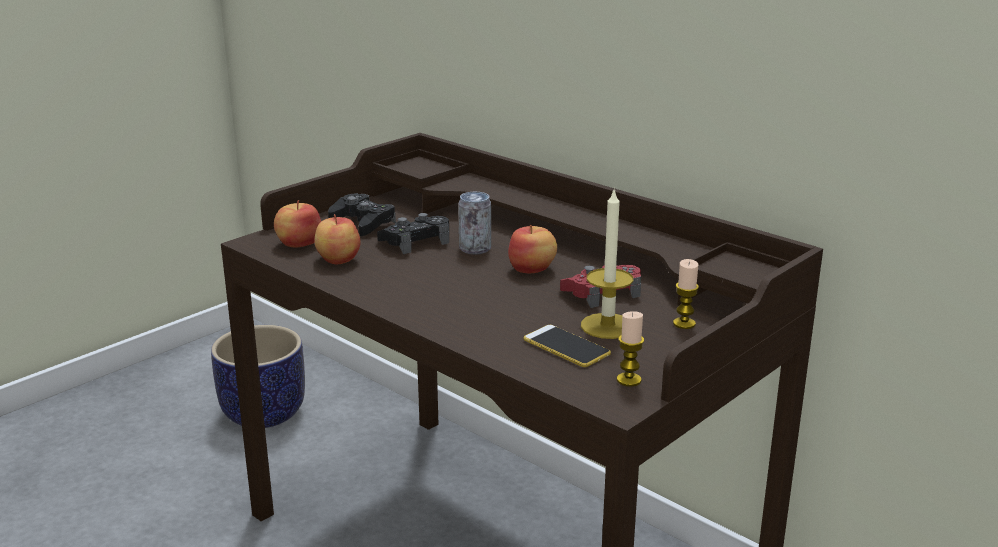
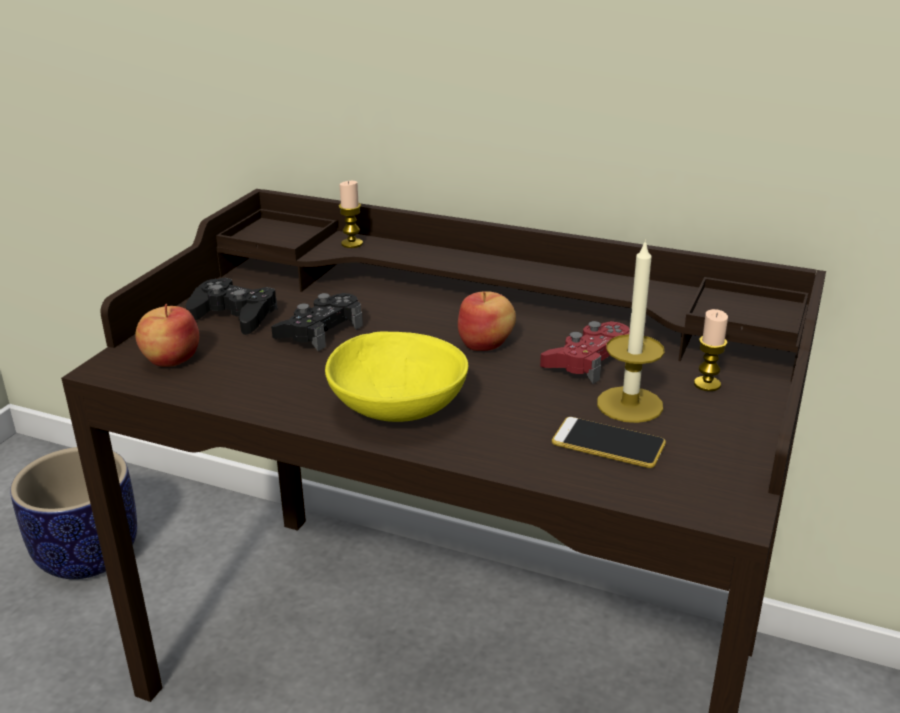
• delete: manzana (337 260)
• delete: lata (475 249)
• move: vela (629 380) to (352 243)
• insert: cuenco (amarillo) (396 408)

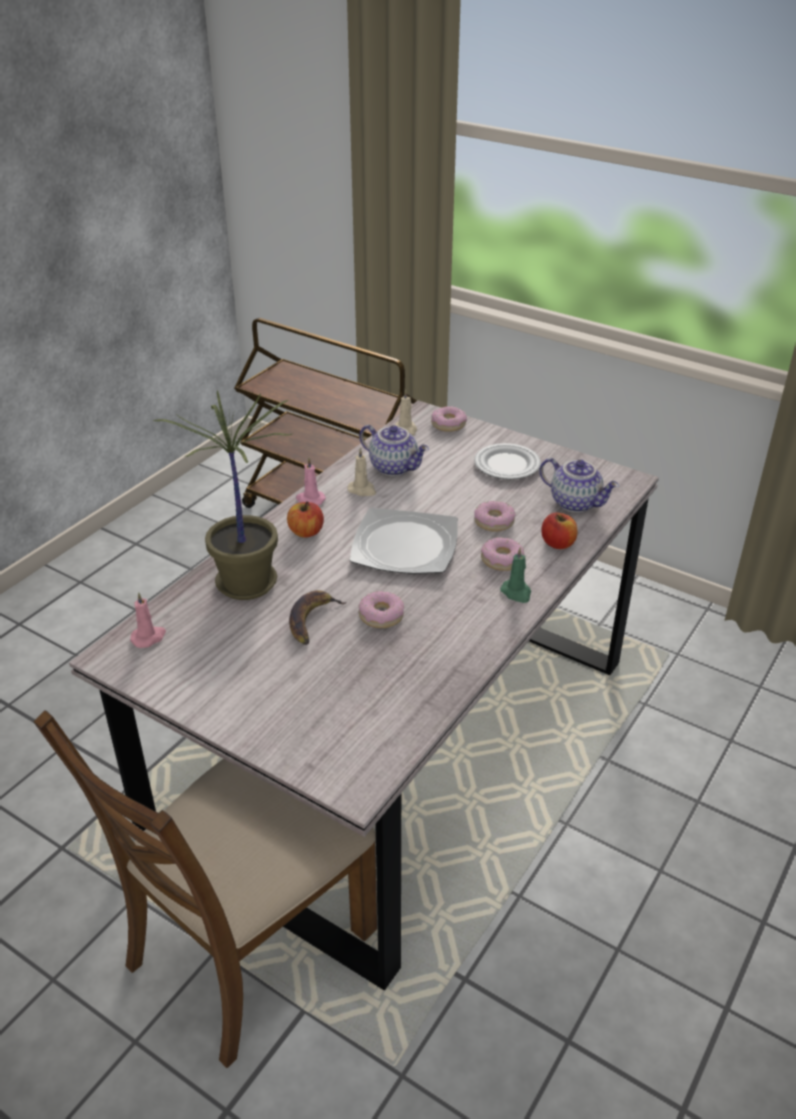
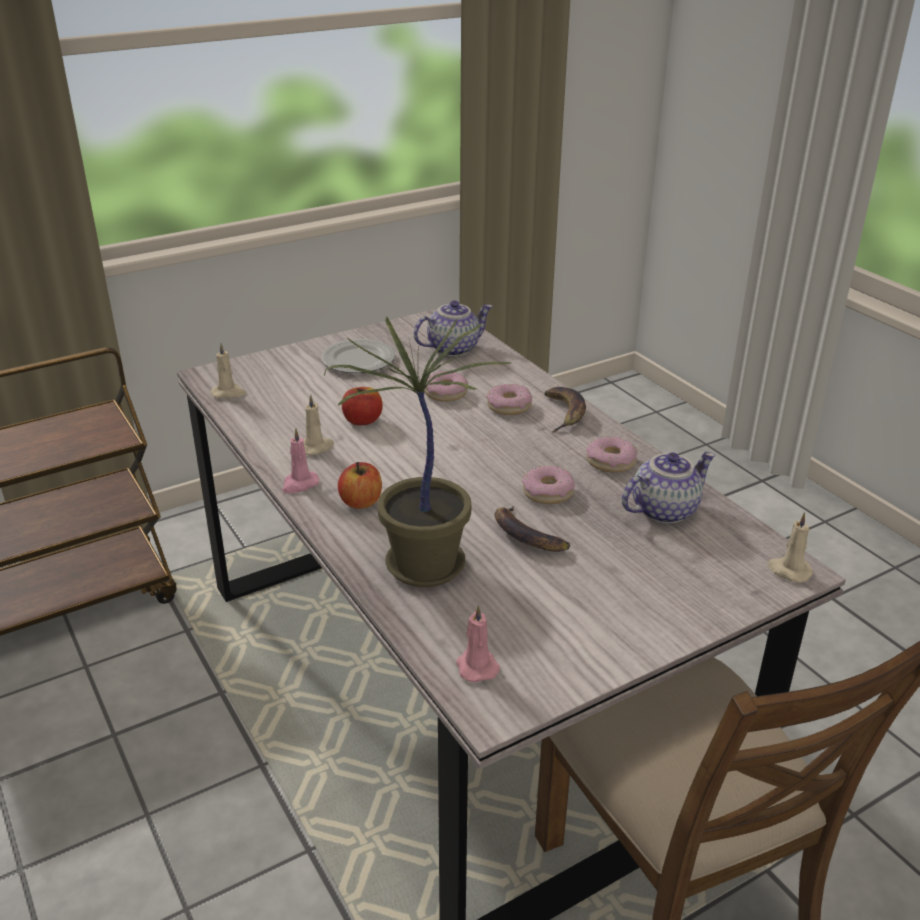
• delete: plato (404 545)
• move: tetera (394 467) to (663 509)
• move: rosquilla (448 424) to (610 461)
• replace: vela (verde) (516 593) to plátano (564 413)
• move: manzana (558 543) to (362 420)
• insert: vela (beis) (788 570)

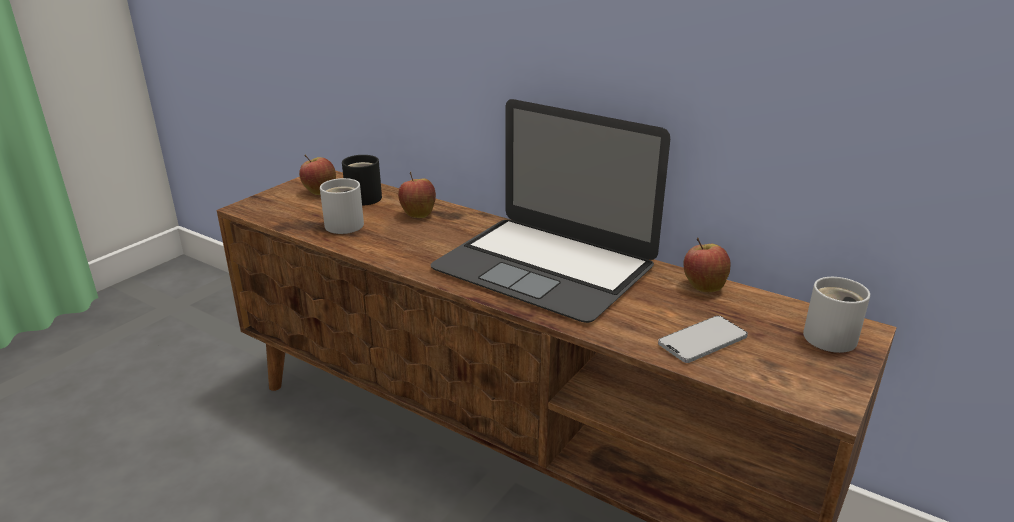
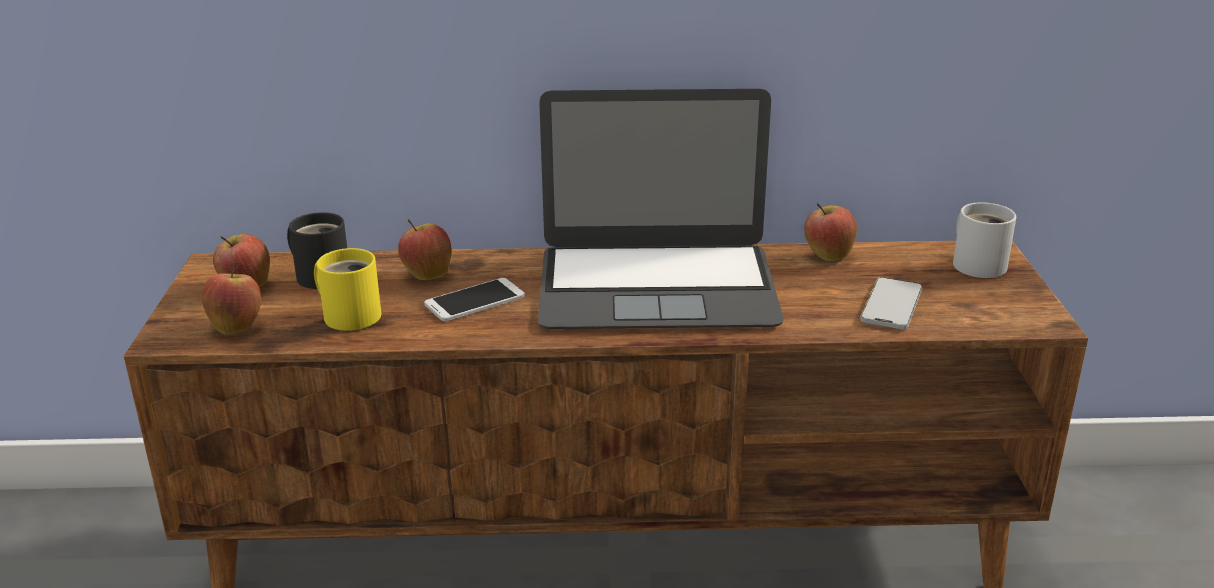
• recolor: taza grande (blanco) (345 223) to taza grande (amarillo) (350 314)
• insert: manzana (236 326)
• insert: móvil (475 300)

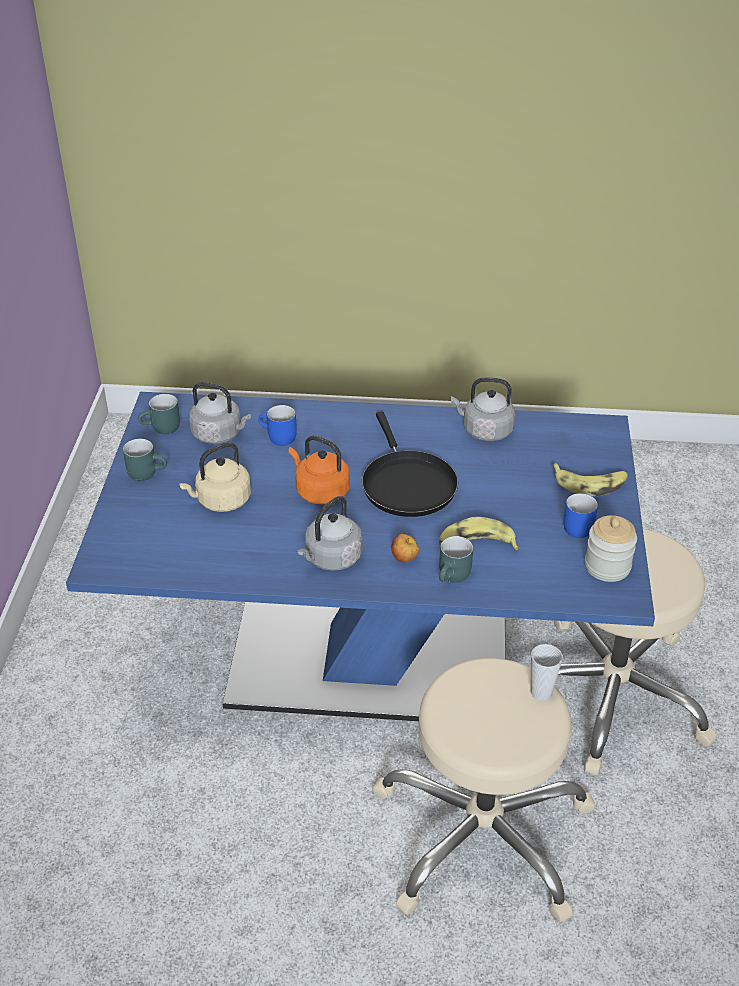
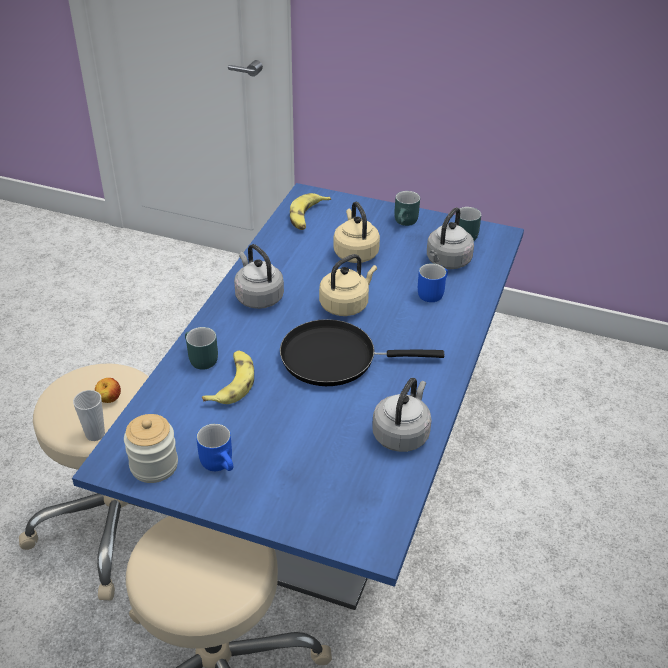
• recolor: hervidor (naranja) (320 491) to hervidor (beis) (346 305)
• move: manzana (404 559) to (109 400)
• move: plátano (590 484) to (307 217)

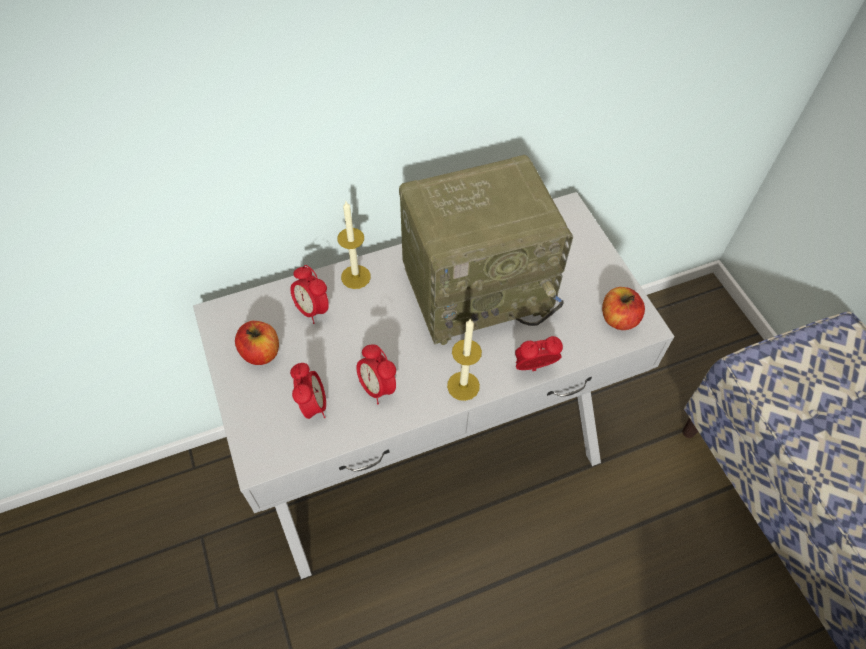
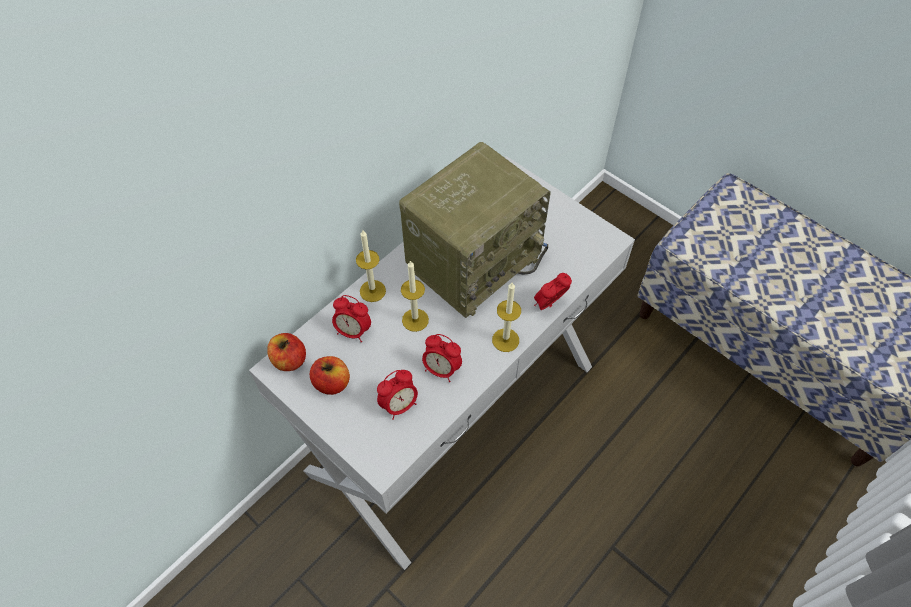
• rotate: despertador (313 405) = (399 405) 90 degrees clockwise
• move: manzana (618 319) to (289 360)
• insert: vela (415 320)

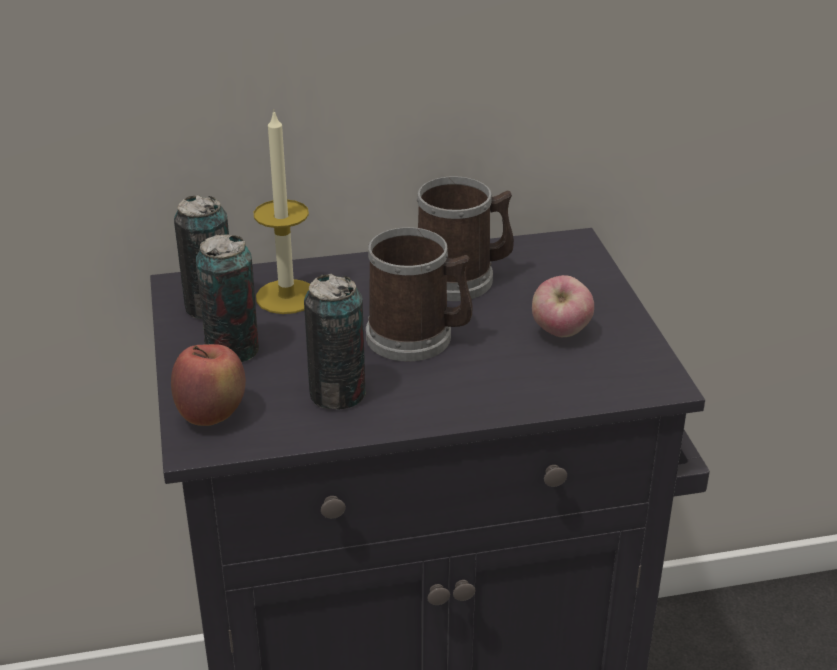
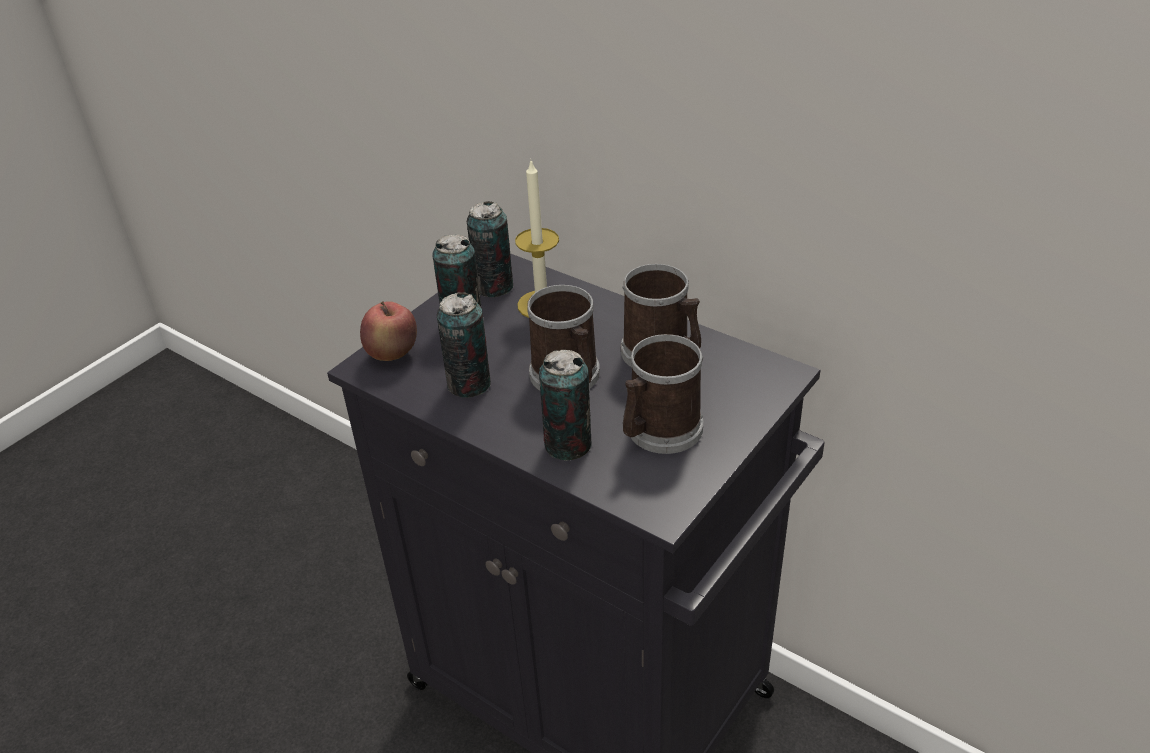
• replace: manzana (560 333) to taza grande (658 432)
• insert: lata (568 445)

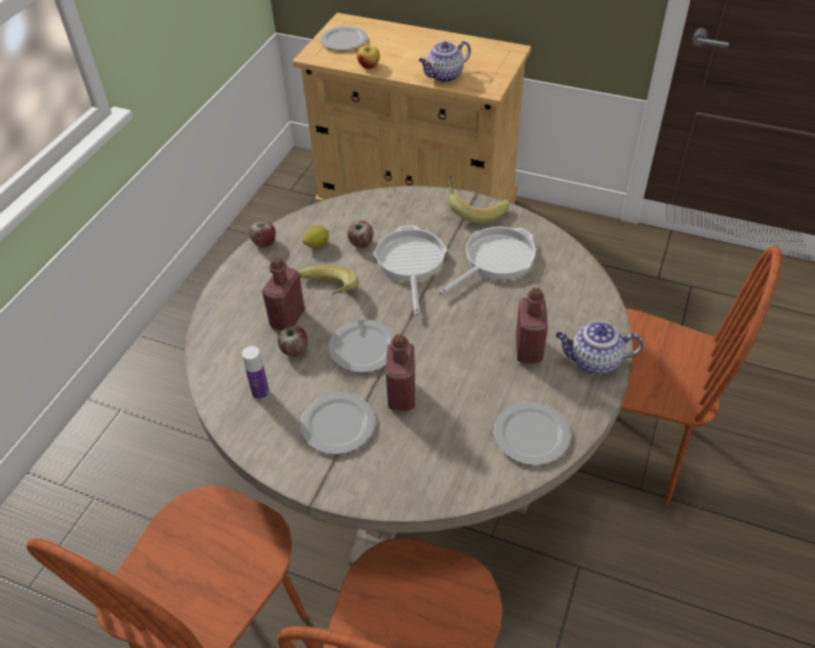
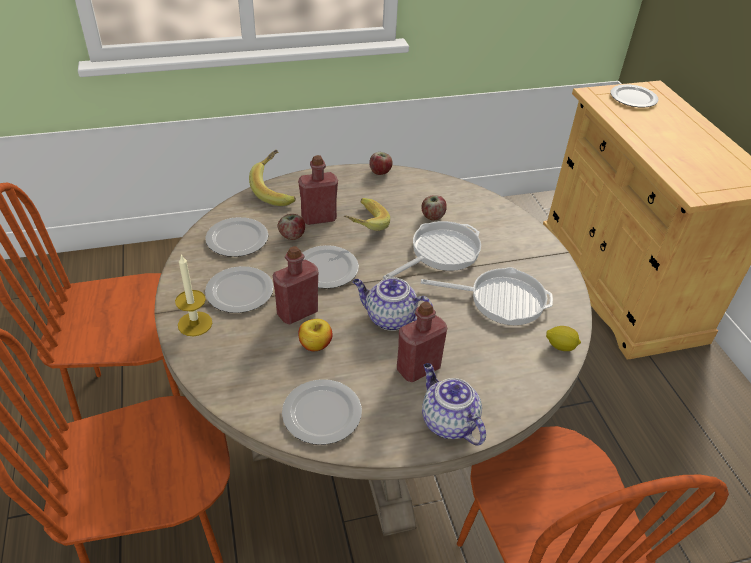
• replace: botella (261 393) to plato (238 239)
• move: limón (316 245) to (560 346)
• move: manzana (369 66) to (315 345)
• move: tetera (444 76) to (389 318)
• move: plátano (474 209) to (277 190)
• insert: vela (195 323)

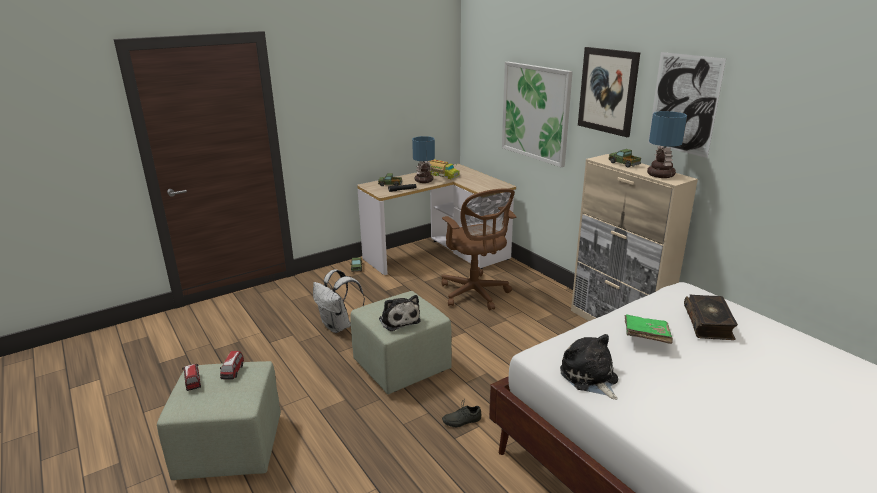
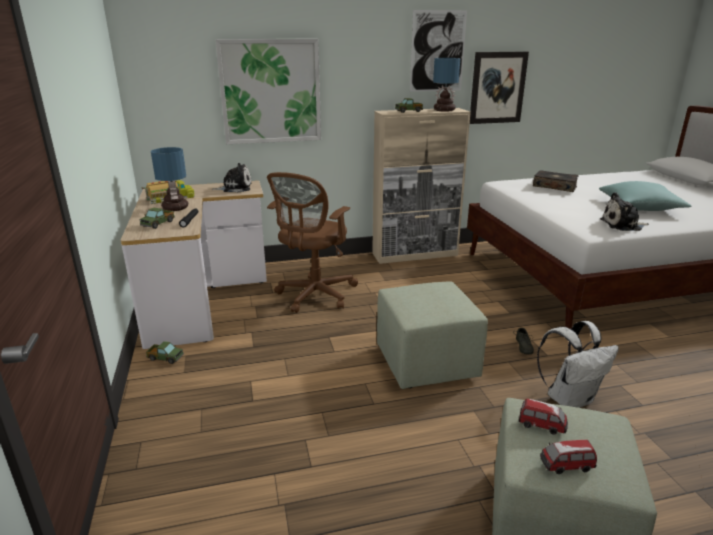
• move: mochila (blanco) (338 326) to (569 399)
• move: peluche (398 319) to (235 188)
• rotate: silla de oficina (marrón) (475 294) = (314 296) 120 degrees clockwise
• move: cuadro (608 91) to (497 88)
• delete: libro (verde) (645 337)
• insert: cojín (turquesa) (640 207)

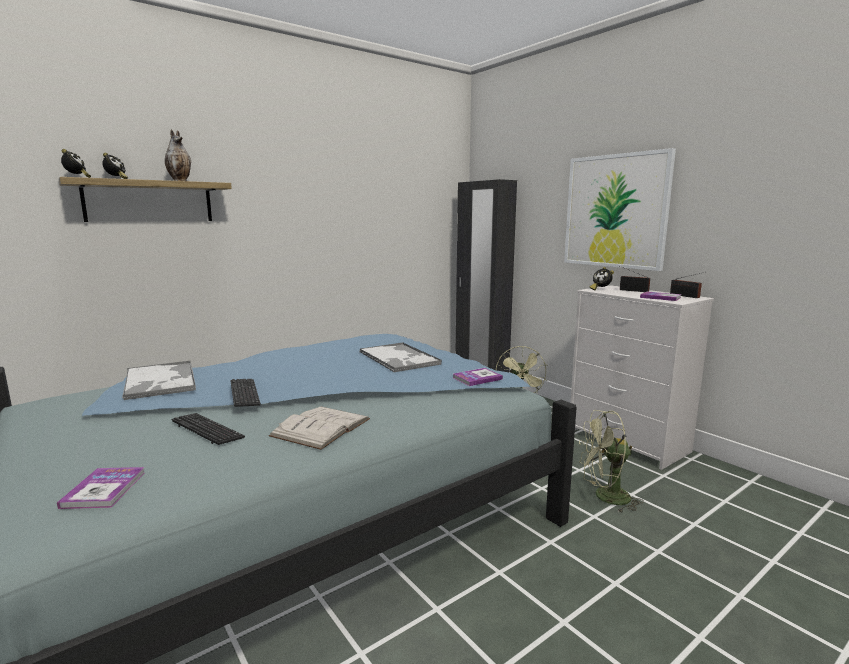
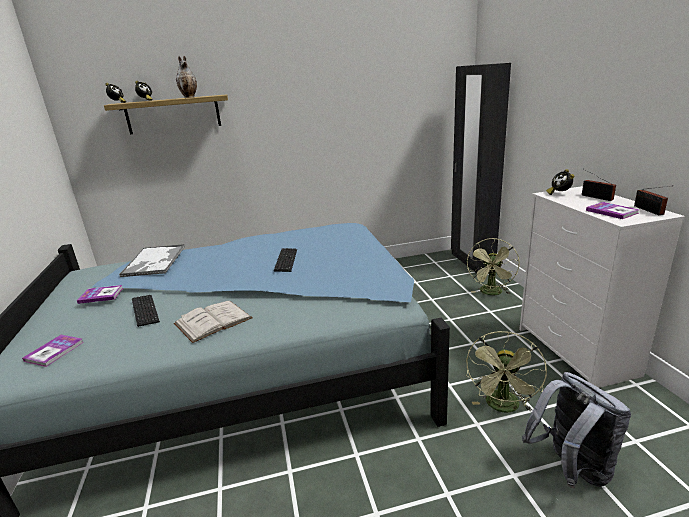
• move: teclado (244 394) to (286 261)
• delete: bandeja (399 358)
• move: libro (477 378) to (101 295)
• delete: cuadro (615 211)
• rotate: ventilador (verde) (605 497) = (503 407) 90 degrees counterclockwise
• insert: mochila (gris) (570 469)

